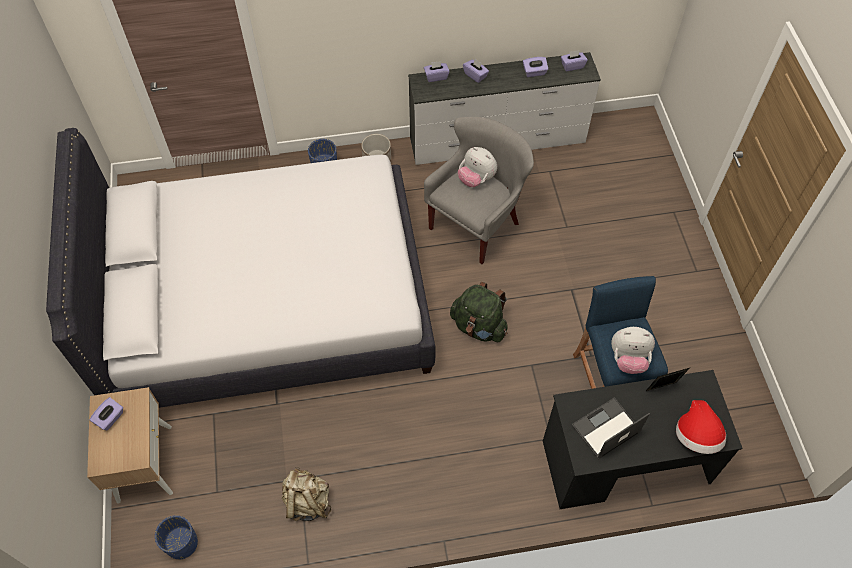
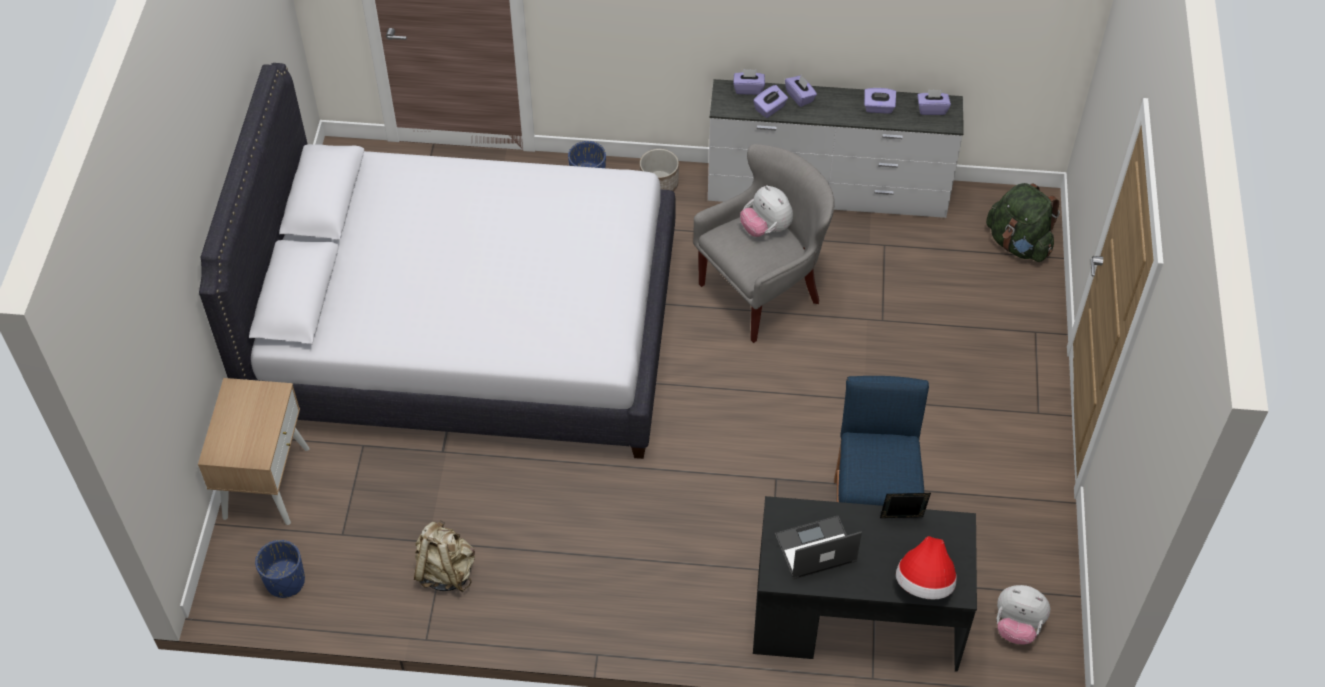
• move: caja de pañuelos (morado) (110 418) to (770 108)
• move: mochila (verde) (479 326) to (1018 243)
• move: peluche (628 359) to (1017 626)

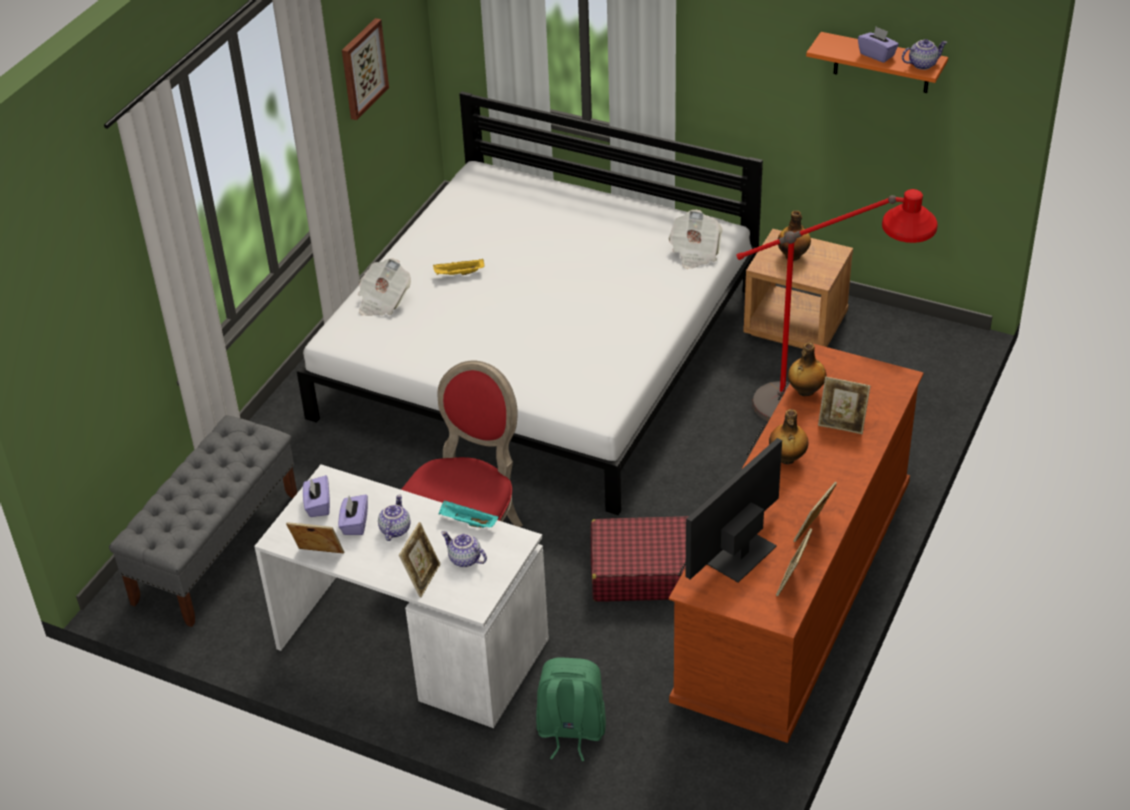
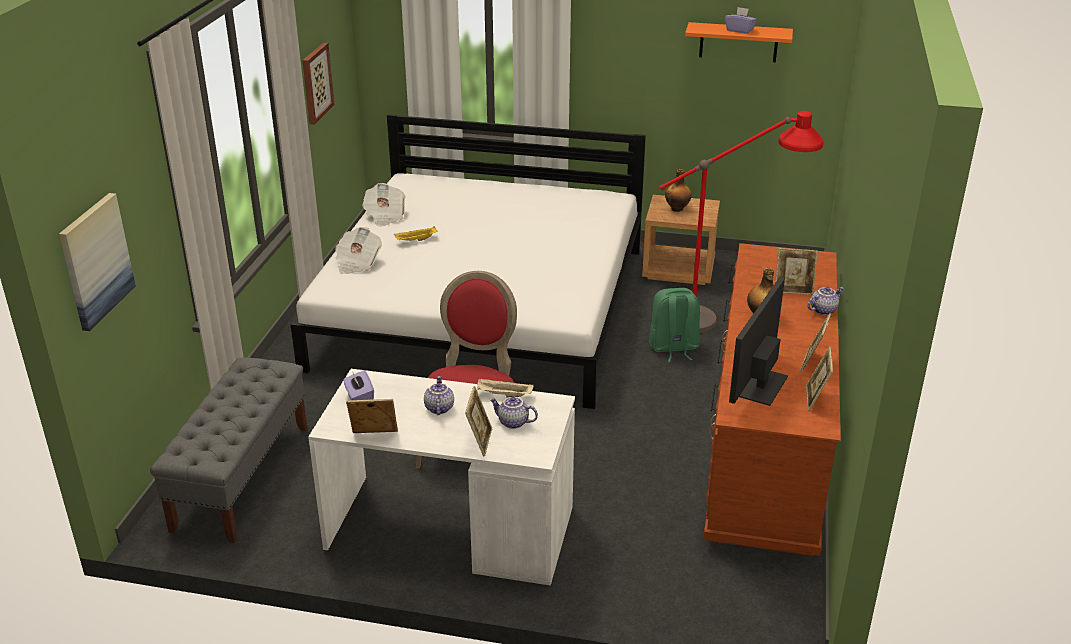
• delete: caja de pañuelos (morado) (354 524)
• recolor: bandeja (turquesa) (467 522) to bandeja (beis) (503 395)
• move: mochila (verde) (570 731) to (673 348)
• delete: maleta (rojo) (643 571)
• move: periódico (695 252) to (385 216)
• delete: botella (805 391)
• move: tetera (922 64) to (823 310)
• insert: cuadro (95 261)

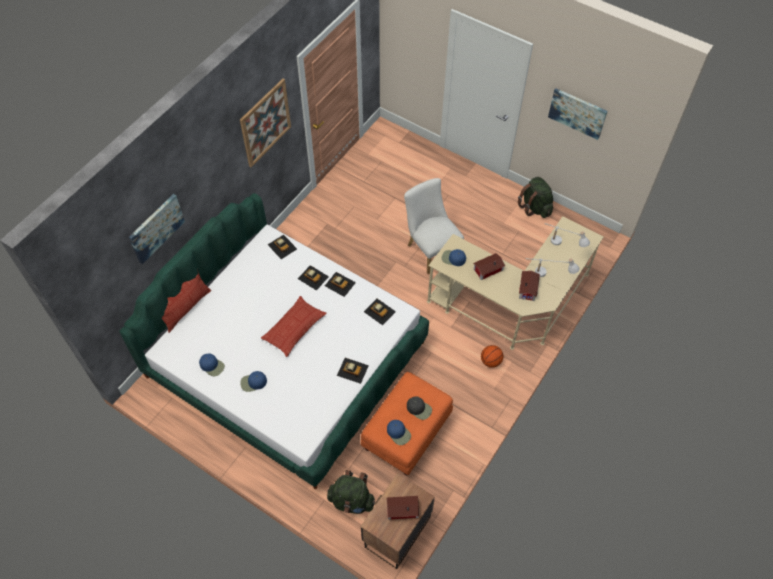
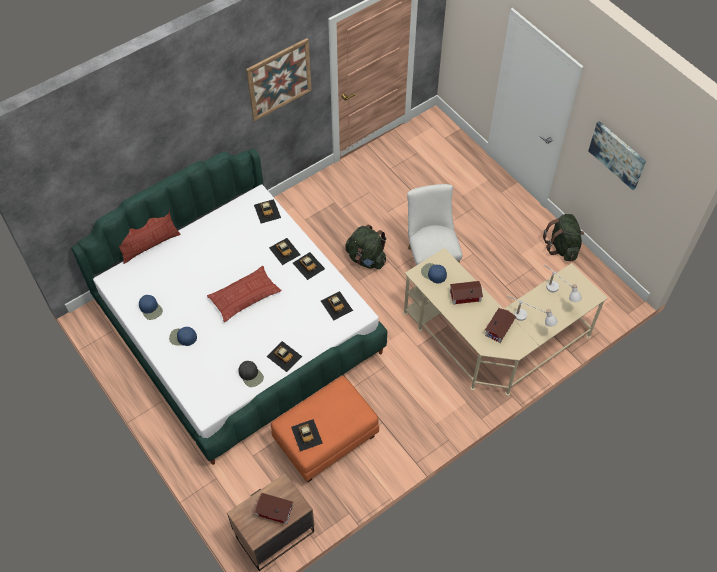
• delete: cuadro (156 228)
• move: mochila (verde) (352 501) to (366 258)
• replace: gorra (azul) (398 433) to coche de juguete (306 434)
• move: gorra (negro) (419 409) to (251 375)
• delete: balón de baloncesto (490 361)

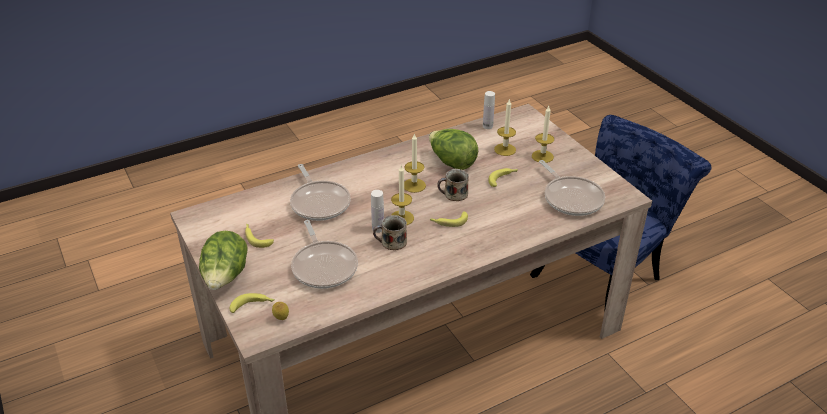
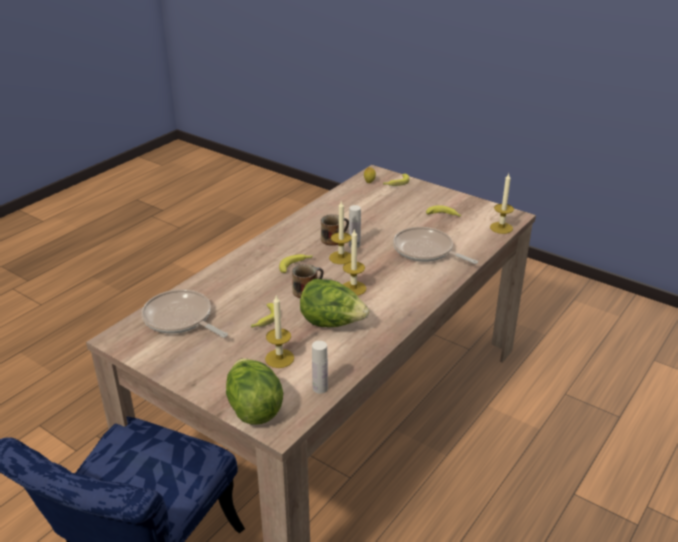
• move: lechuga (226 278) to (253 408)
• delete: sartén (324 266)
• move: vela (542 156) to (501 228)

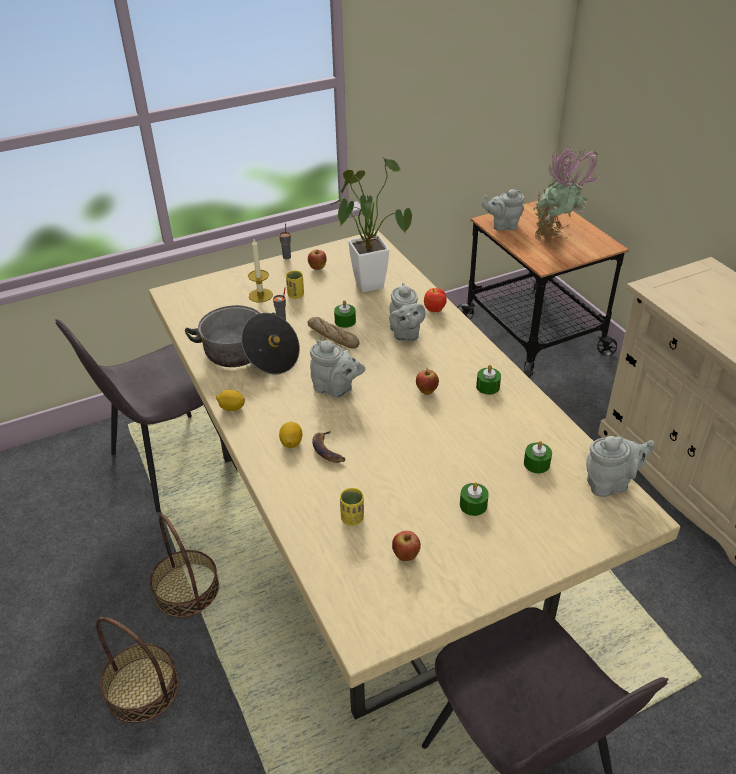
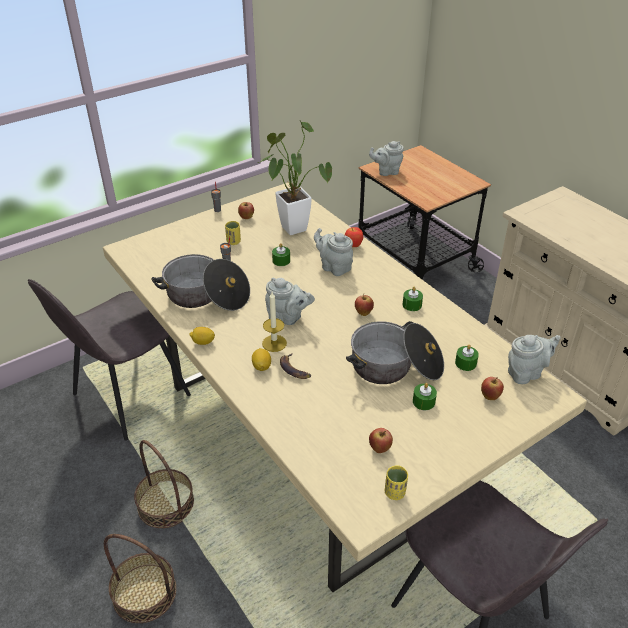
• move: vela (260 295) to (274 343)
• delete: pan (333 337)
• move: taza (amarillo) (352 518) to (395 492)
• rotate: tetera (gris) (405 334) = (334 267) 150 degrees clockwise
• delete: planta en maceta (556 240)
• insert: olla (395 367)
• insert: manzana (490 396)

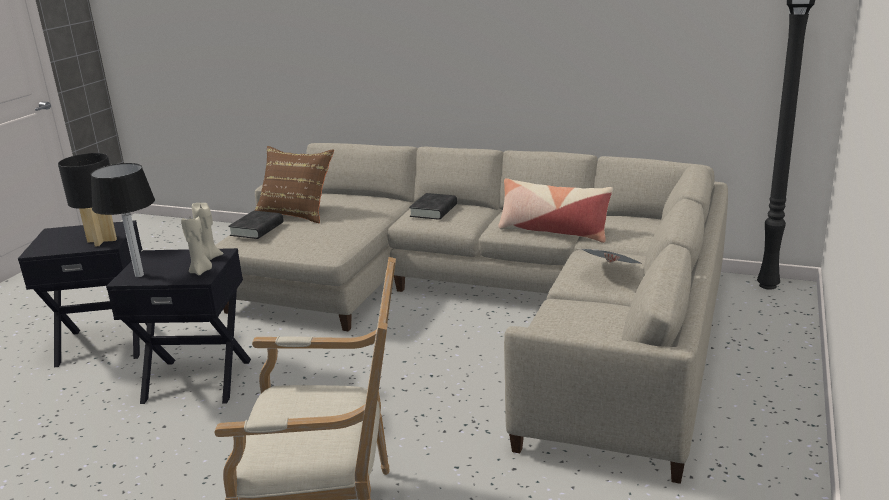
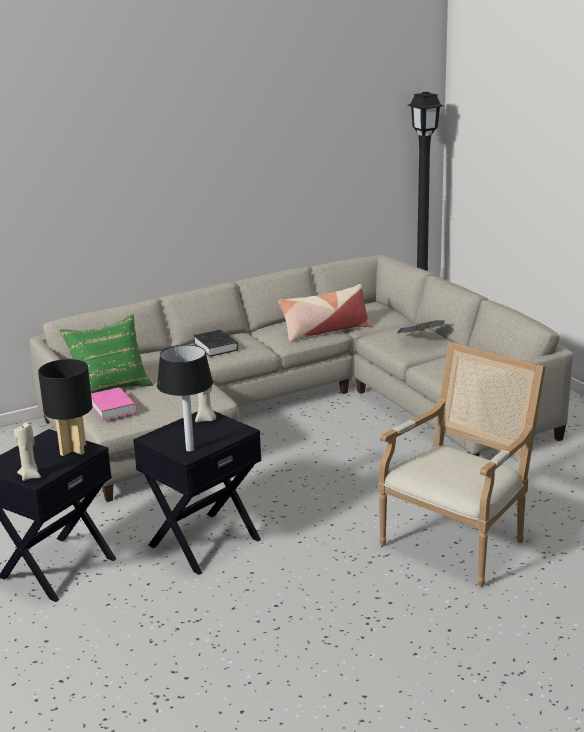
• move: vela (beis) (201 271) to (30 476)
• recolor: libro (negro) (257 229) to libro (rosa) (112 408)
• recolor: cojín (marrón) (296 213) to cojín (verde) (110 386)

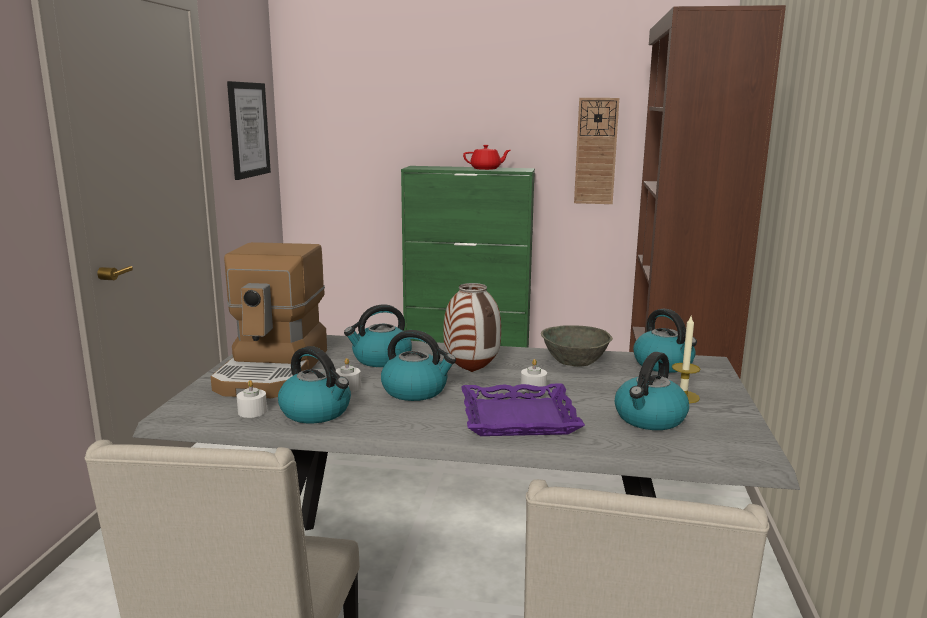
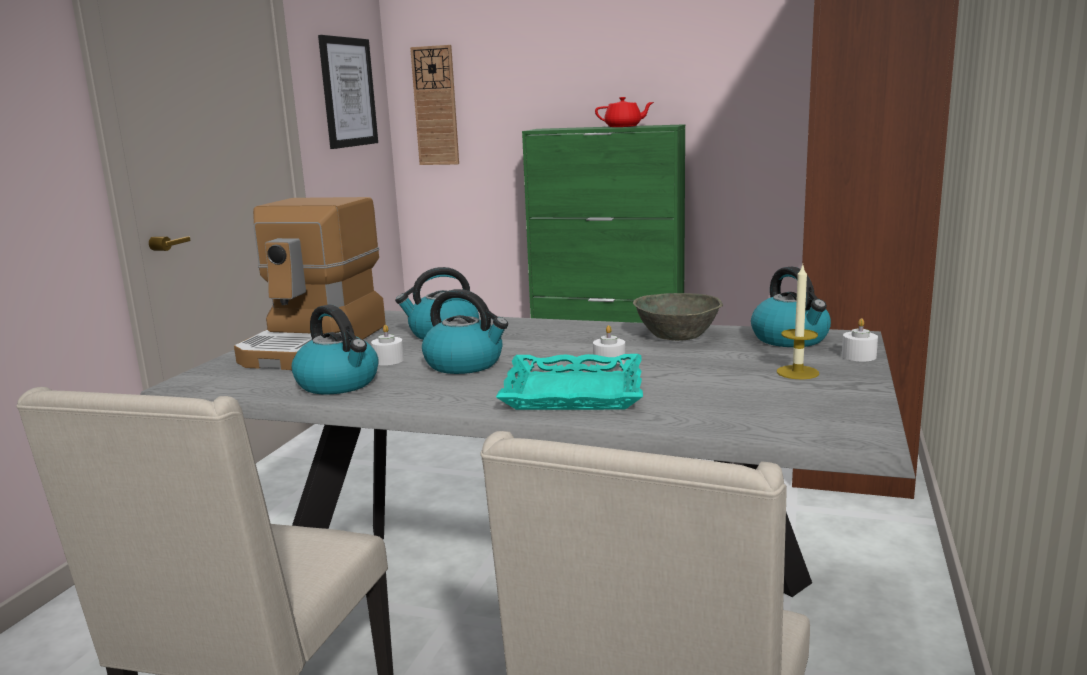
• move: vela (blanco) (252 411) to (859 356)
• delete: florero (473 372)
• recolor: bandeja (morado) (518 418) to bandeja (turquesa) (573 392)
• move: reloj de pared (596 151) to (435 106)
• delete: hervidor (649 419)

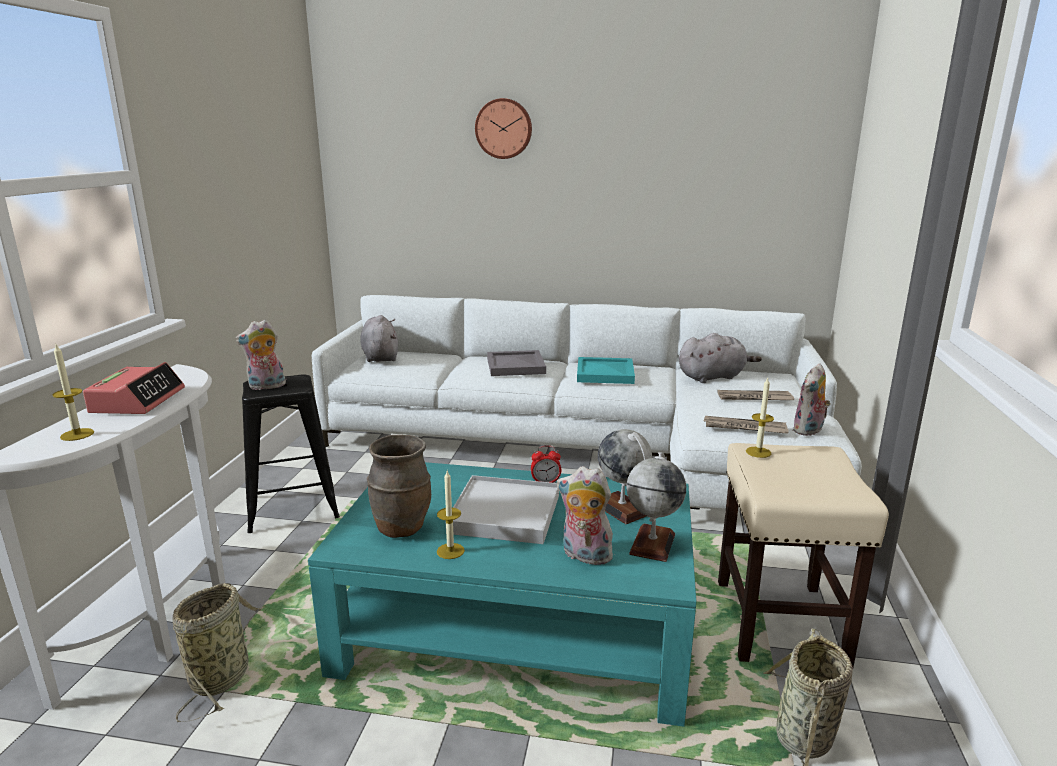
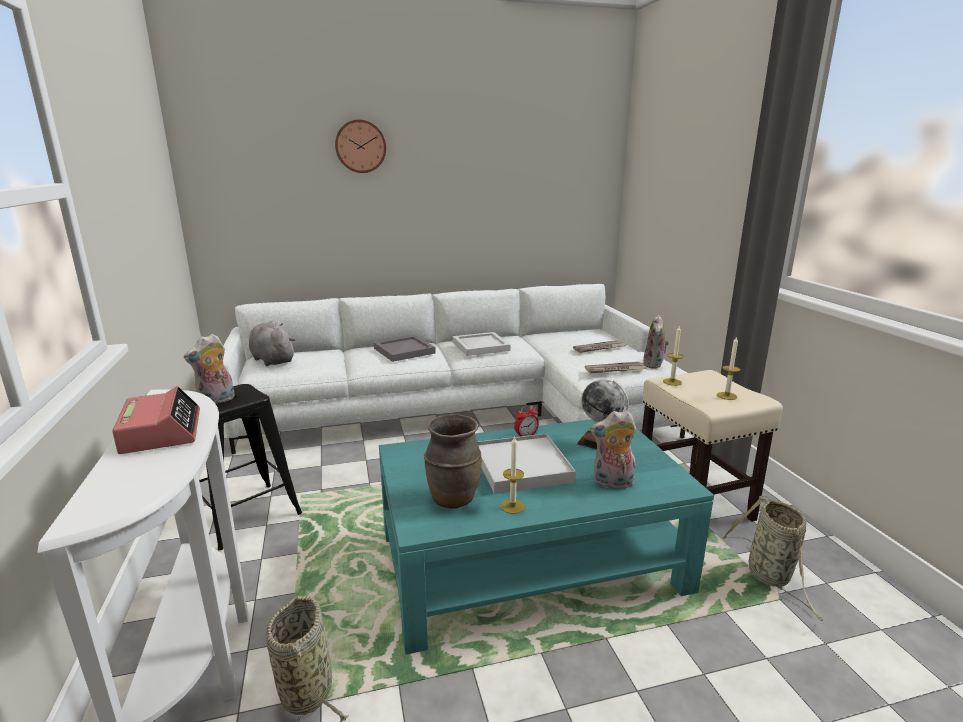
• move: vela (77 434) to (726 396)
• recolor: bandeja (turquesa) (606 374) to bandeja (blanco) (481 346)
• delete: globo terráqueo (652 543)
• delete: peluche (gris) (713 377)

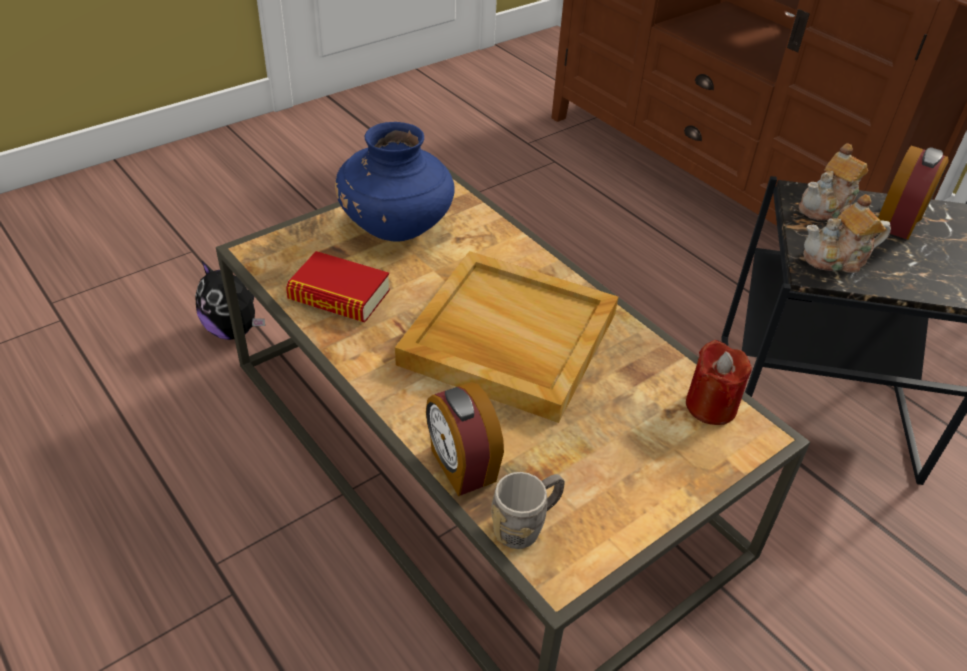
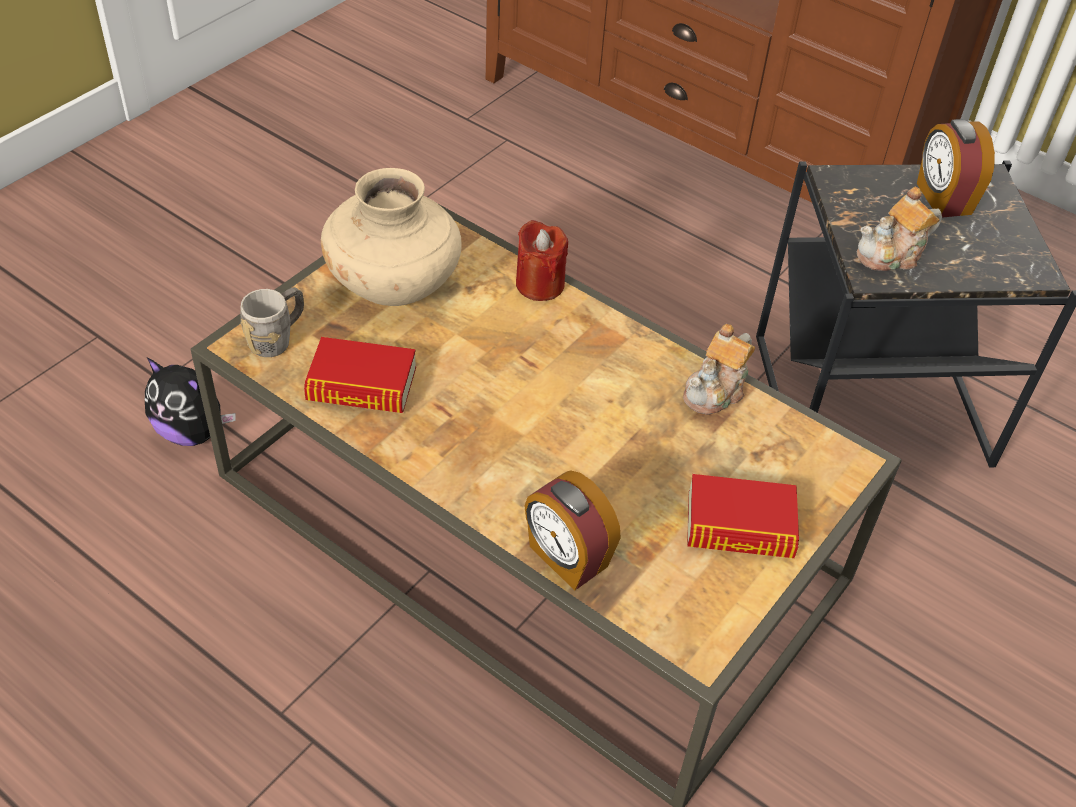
• recolor: florero (azul) (397 227) to florero (beis) (395 286)
• delete: bandeja (beis) (507 339)
• move: taza grande (gris) (526 525) to (277 339)
• move: vela (rojo) (711 406) to (540 284)
• move: tetera (827 207) to (716 391)
• rotate: despertador (898 222) = (942 199) 150 degrees clockwise
• insert: libro (739 525)

